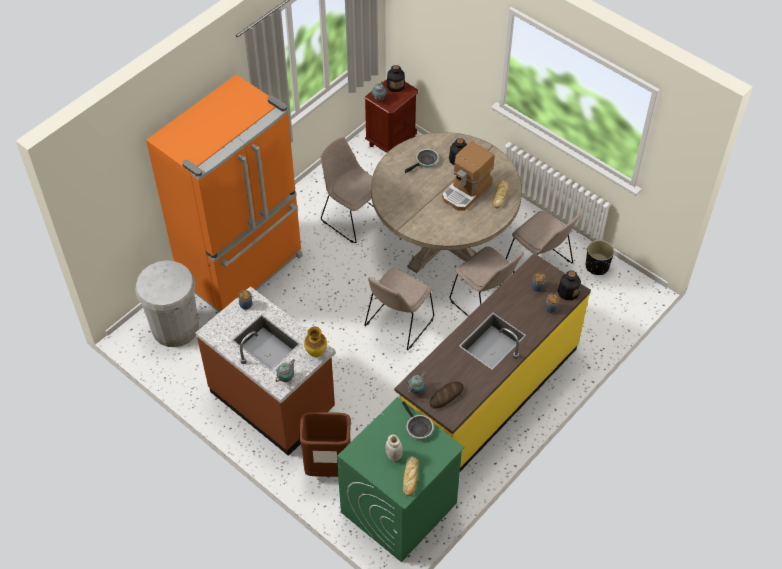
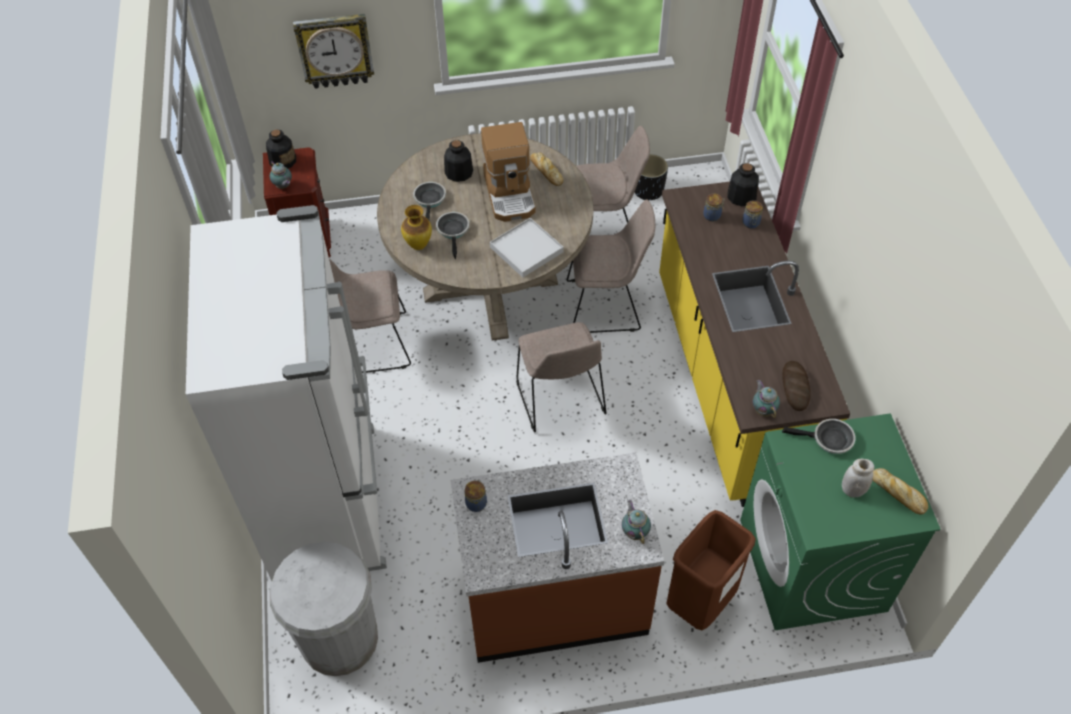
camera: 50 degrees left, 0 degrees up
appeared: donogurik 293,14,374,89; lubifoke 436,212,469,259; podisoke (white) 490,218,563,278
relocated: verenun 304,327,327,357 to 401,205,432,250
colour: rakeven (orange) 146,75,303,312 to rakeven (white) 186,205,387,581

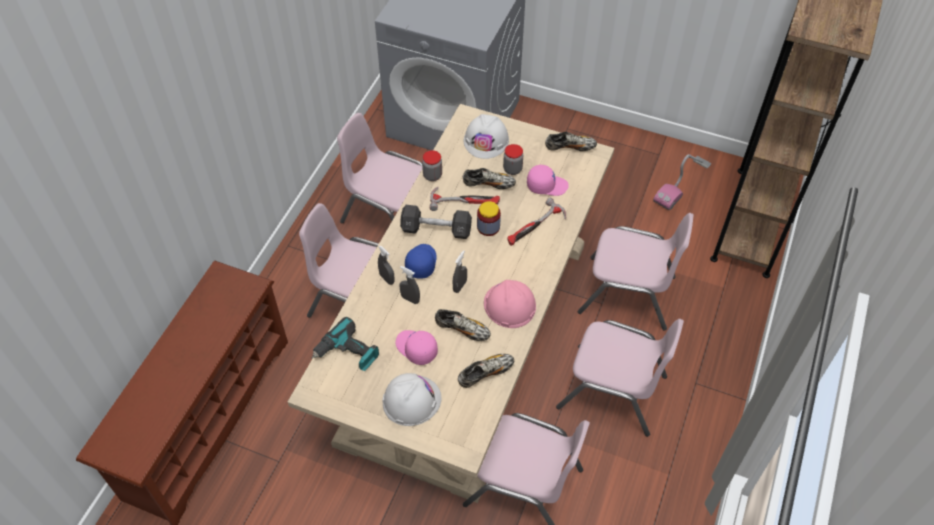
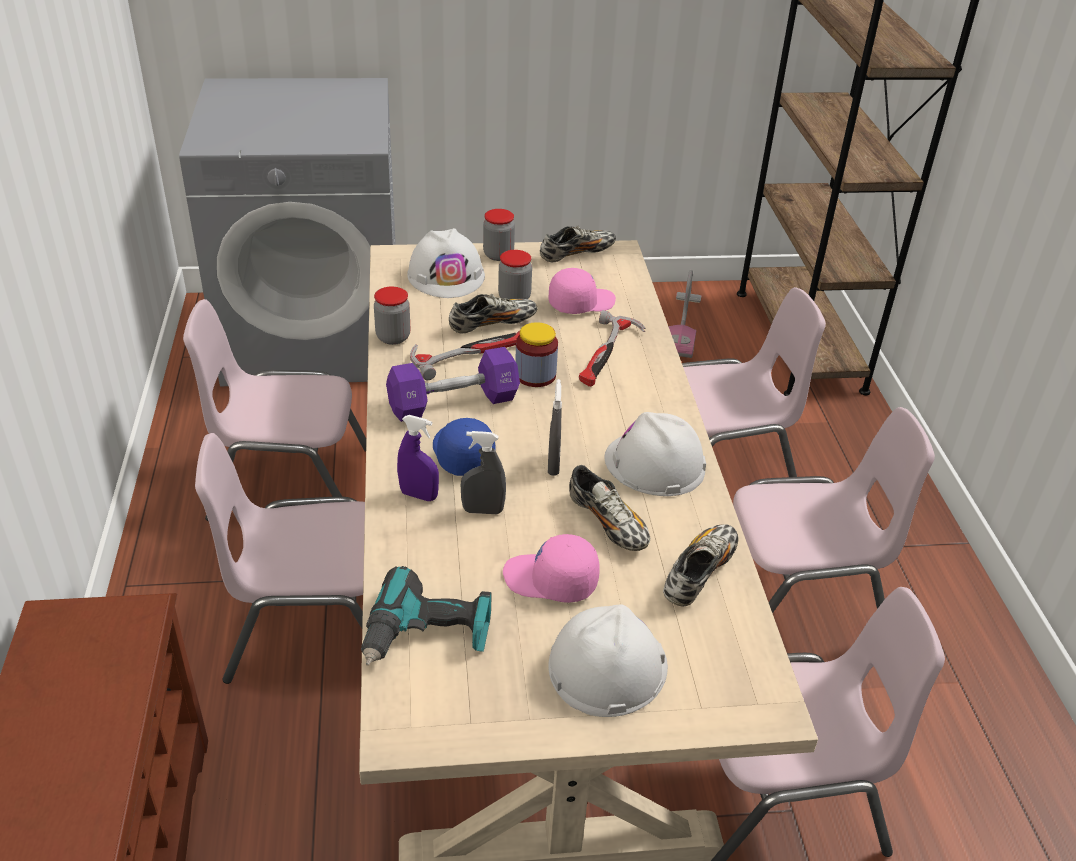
camera: 30 degrees left, 15 degrees down
appeared: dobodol 483,209,515,261
colour: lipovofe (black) 400,205,472,239 to lipovofe (purple) 386,347,520,422; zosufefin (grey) 378,245,395,285 to zosufefin (purple) 397,415,439,501; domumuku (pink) 484,280,536,328 to domumuku (white) 604,412,706,496
spun: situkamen 435,309,491,341 = 569,465,650,551 60 degrees clockwise

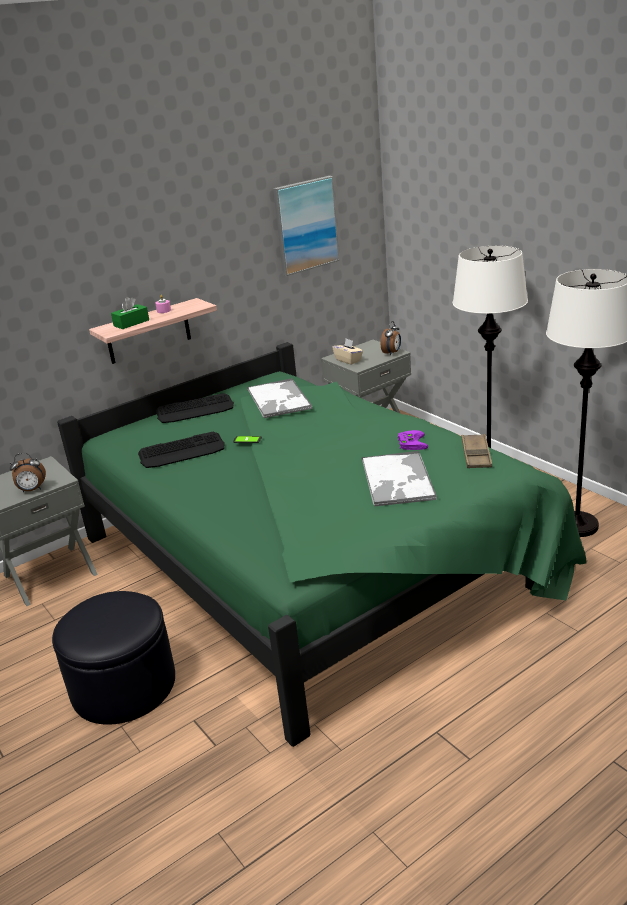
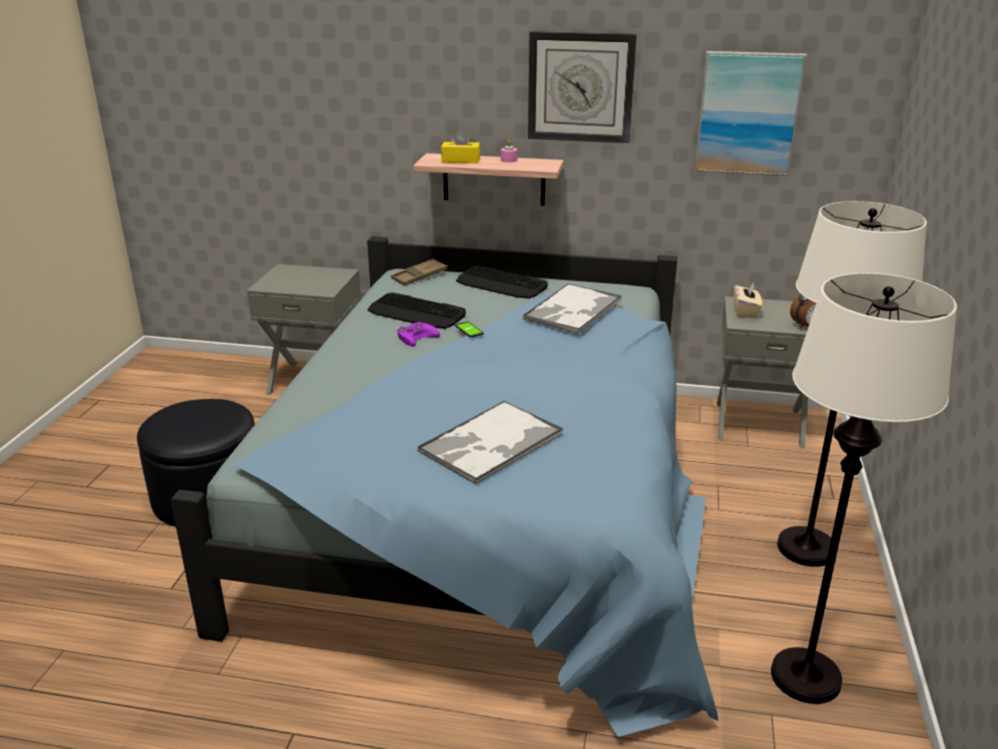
camera: 45 degrees right, 0 degrees up
missing: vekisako 10,453,46,492
appeared: donogurik 528,31,637,143
relocated: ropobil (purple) 398,430,428,450 to 397,322,440,346; podisoke (brown) 462,434,492,468 to 391,259,447,285
colour: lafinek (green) 111,297,149,329 to lafinek (yellow) 441,129,480,163; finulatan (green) 57,342,586,747 to finulatan (blue) 170,236,718,737

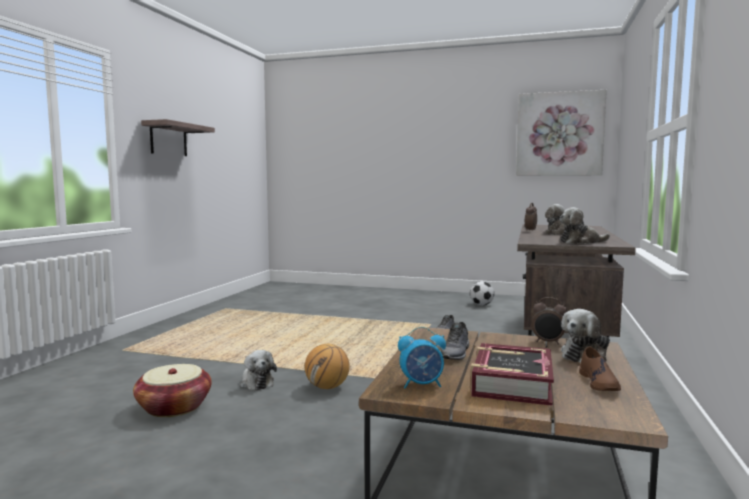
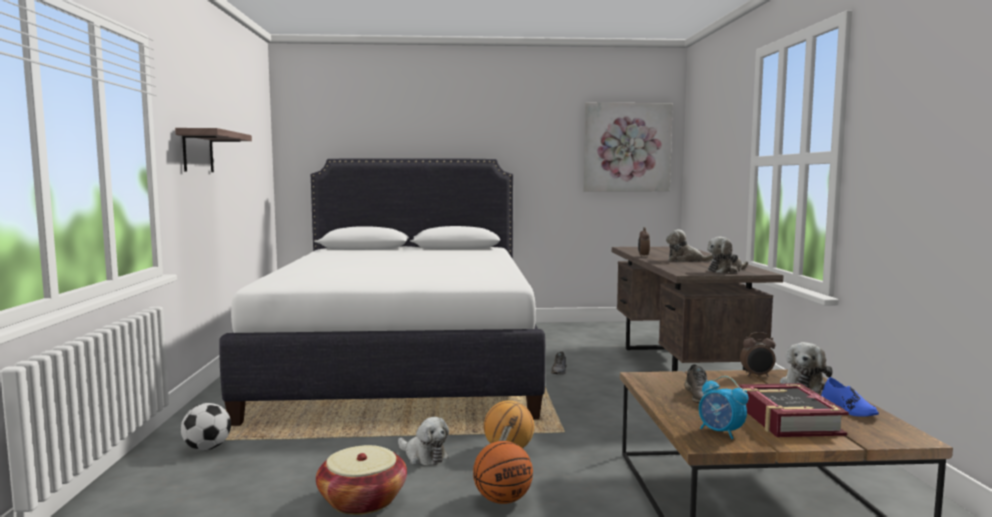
camera: 20 degrees left, 0 degrees up
appeared: finulatan (white) 219,158,546,426; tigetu 473,441,533,504
relocated: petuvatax 470,281,494,306 to 181,403,231,450
colour: situkamen (brown) 579,346,621,391 to situkamen (blue) 821,377,879,417
spun: vekisako 398,327,446,388 = 699,376,748,439 75 degrees clockwise

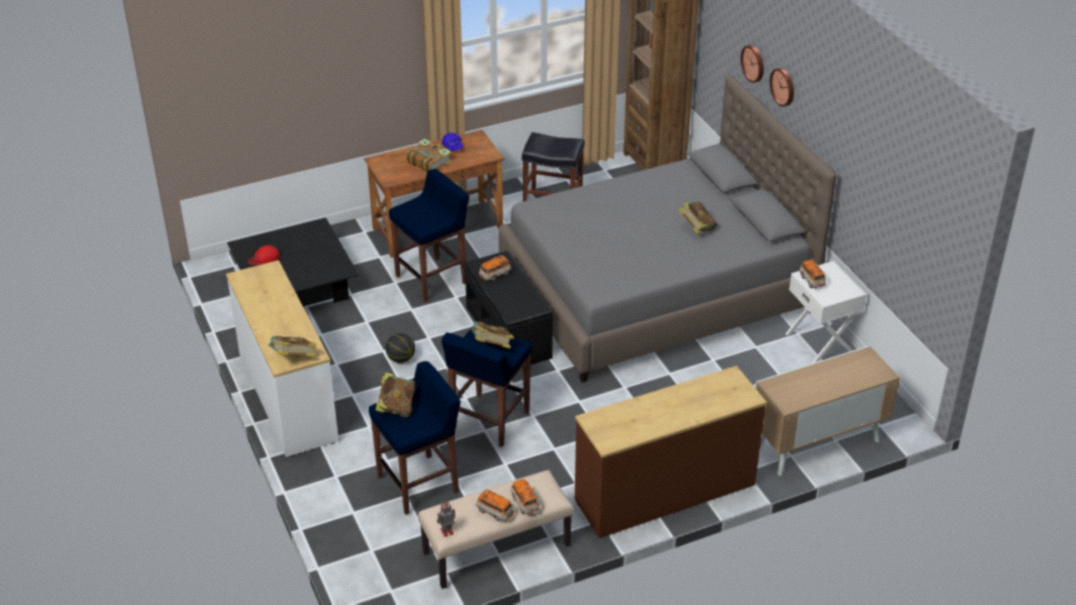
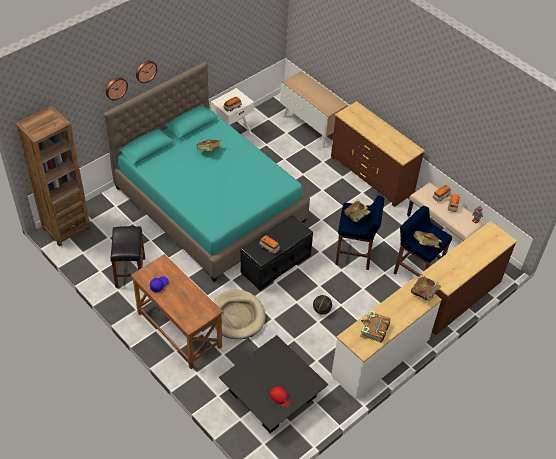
camera: 110 degrees left, 10 degrees up
appeared: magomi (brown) 421,221,517,335
relocated: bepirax 406,139,451,172 to 360,310,390,343
exchanged: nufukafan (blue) 389,169,469,302 to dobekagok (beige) 213,290,265,339
colour: finulatan (grey) 499,75,836,383 to finulatan (turquoise) 104,61,310,282

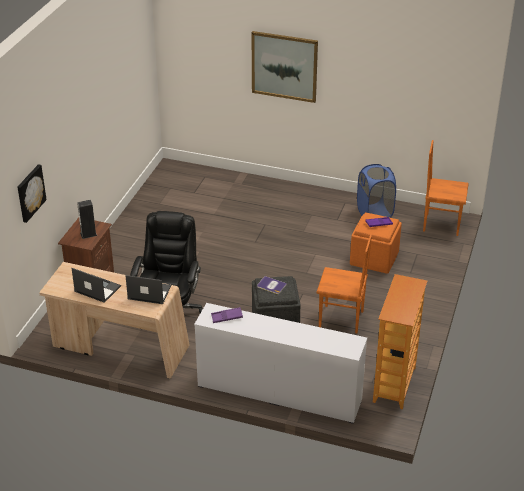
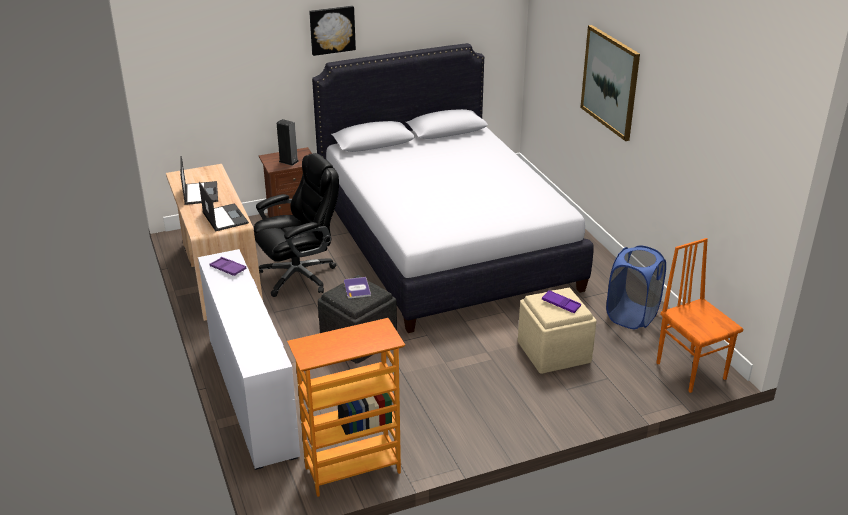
camera: 50 degrees right, 5 degrees down
missing: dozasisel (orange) 317,234,372,333
appeared: finulatan (white) 312,43,594,333
relocated: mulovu 17,164,47,223 to 309,6,356,56
colour: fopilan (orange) 350,212,402,274 to fopilan (beige) 518,287,597,374

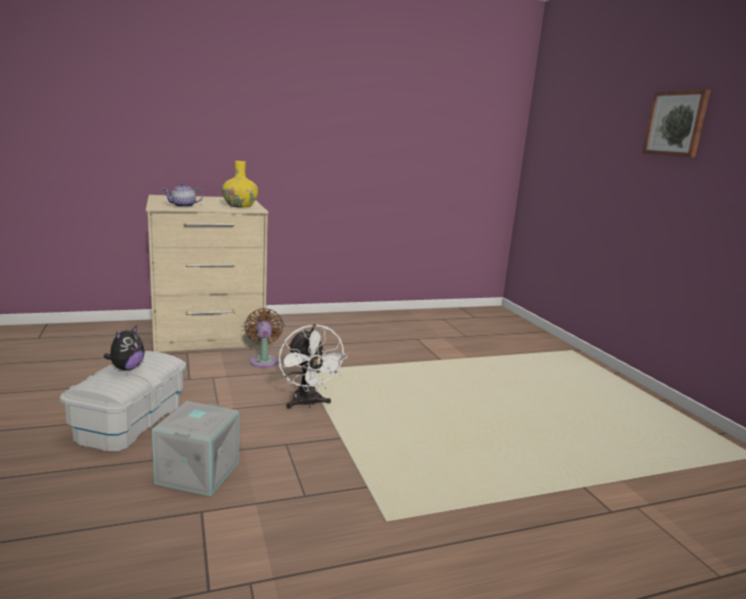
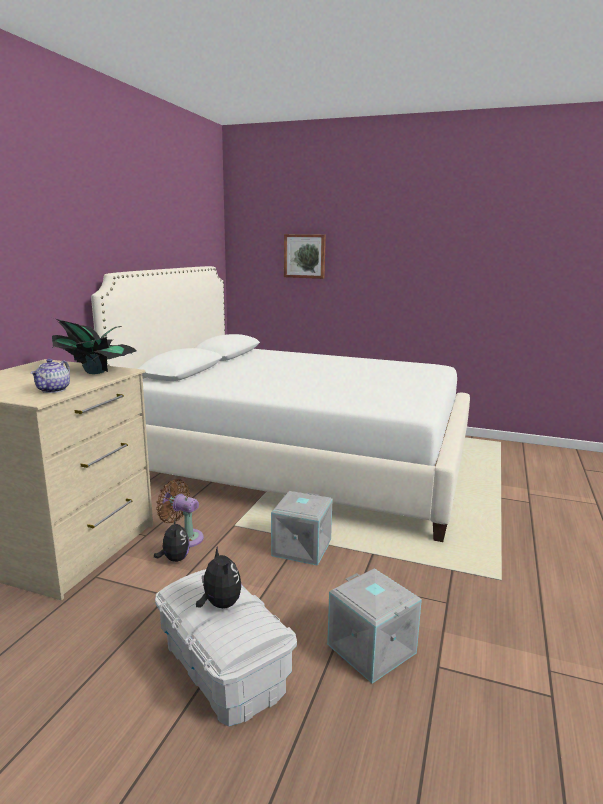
camera: 50 degrees left, 0 degrees up
appeared: finulatan (white) 91,266,470,542; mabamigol 154,517,190,562
relocated: mulovu 642,89,711,158 to 284,234,326,279
exchanged: verenun (yellow) 222,161,258,208 to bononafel 52,319,136,374; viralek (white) 278,324,348,409 to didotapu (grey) 271,491,333,566

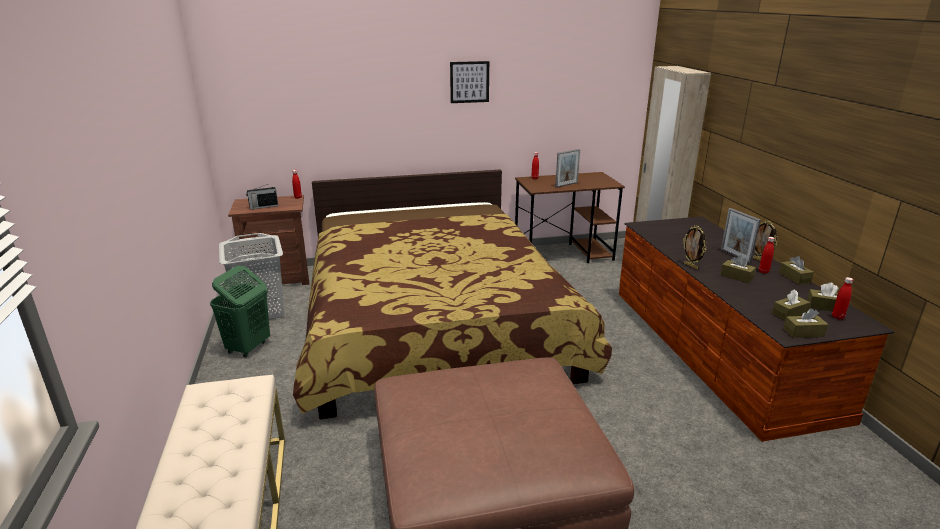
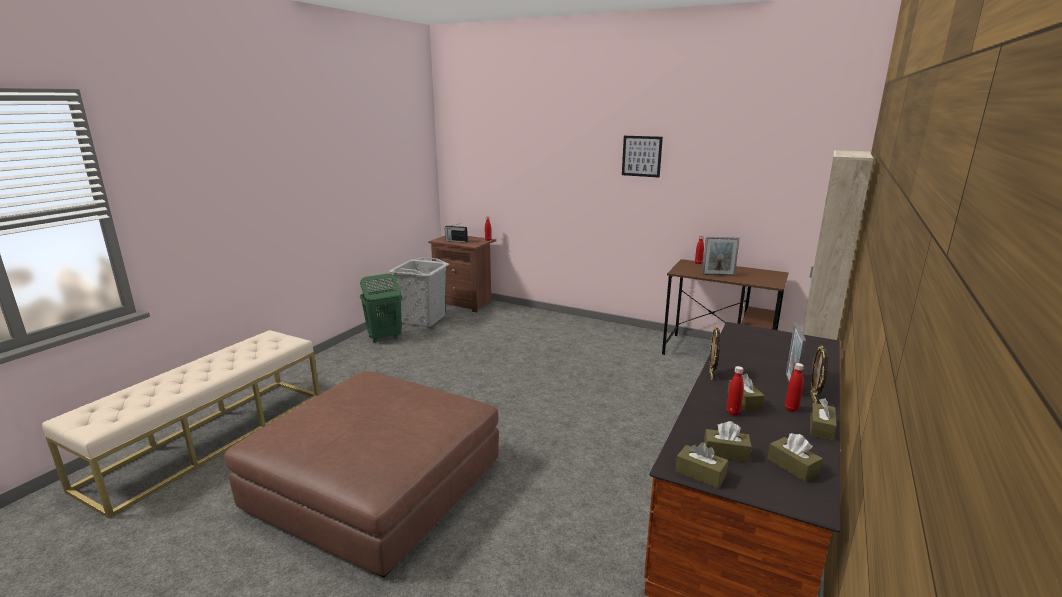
camera: 40 degrees right, 5 degrees down
missing: finulatan 293,170,612,419
relocated: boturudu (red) 832,277,853,320 to 726,366,744,416

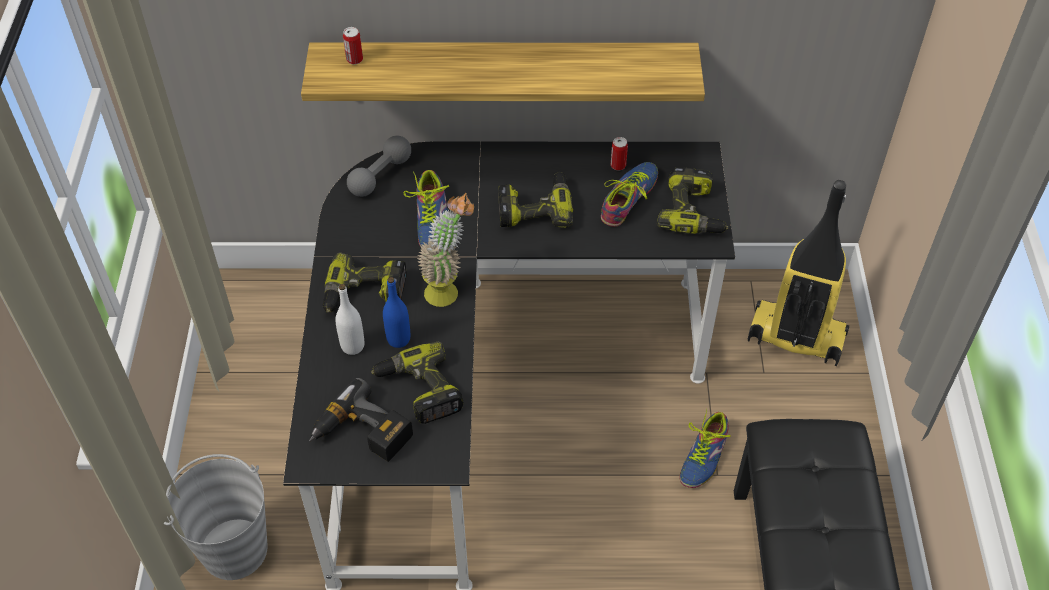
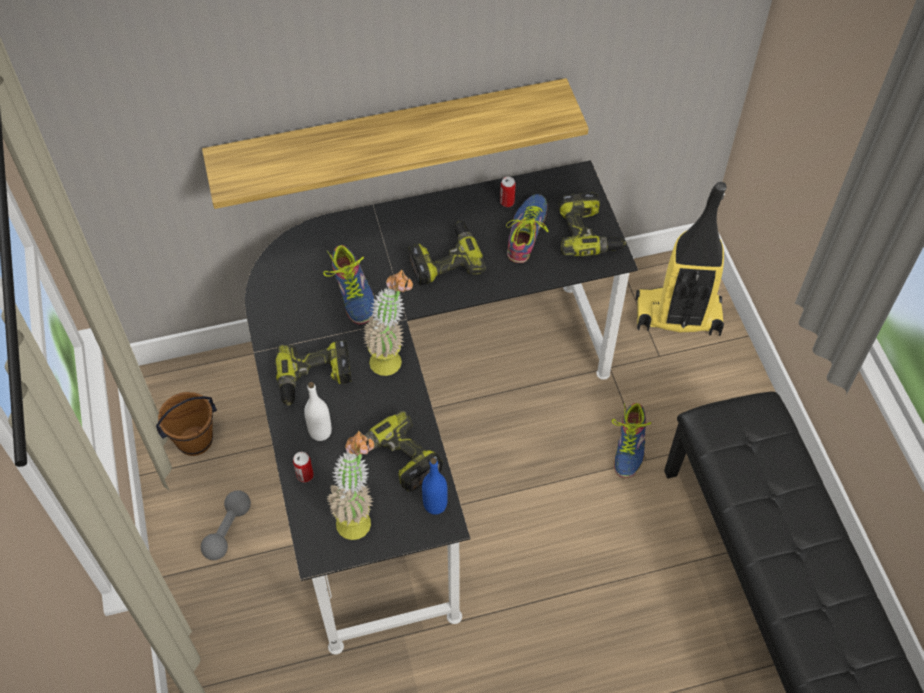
camera: 15 degrees left, 5 degrees up
missing: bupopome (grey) 164,454,268,580
appeared: bupopome (brown) 156,392,217,456
relocated: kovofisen 343,27,363,64 to 293,452,314,483; lipovofe (grey) 347,136,411,197 to 201,490,251,560; boturudu (blue) 383,277,410,348 to 422,458,448,515
exchanged: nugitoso 309,378,413,462 to bononafel 326,431,374,540

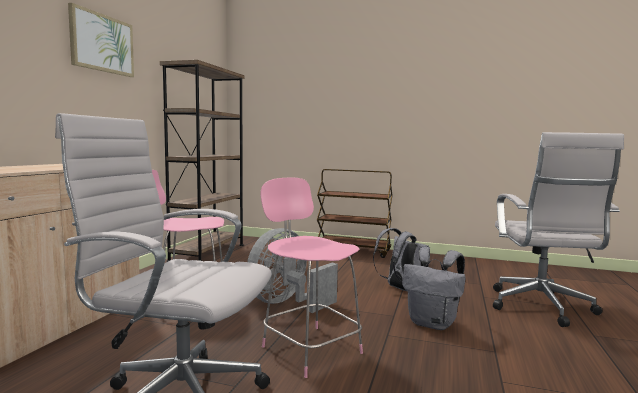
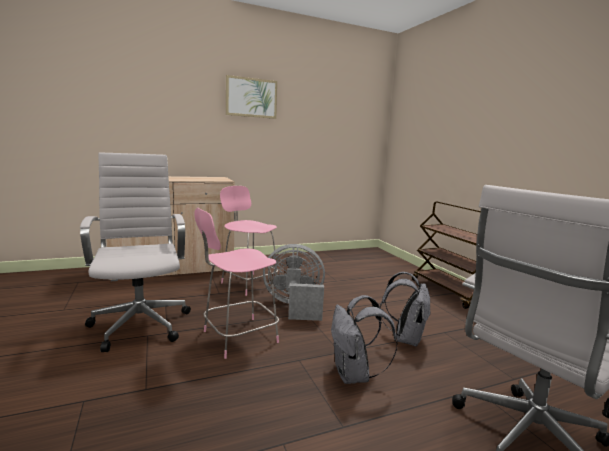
camera: 50 degrees right, 5 degrees up
missing: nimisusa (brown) 160,60,244,262
spun: dozasisel (pink) 261,177,363,378 = 194,208,279,359 135 degrees counterclockwise

